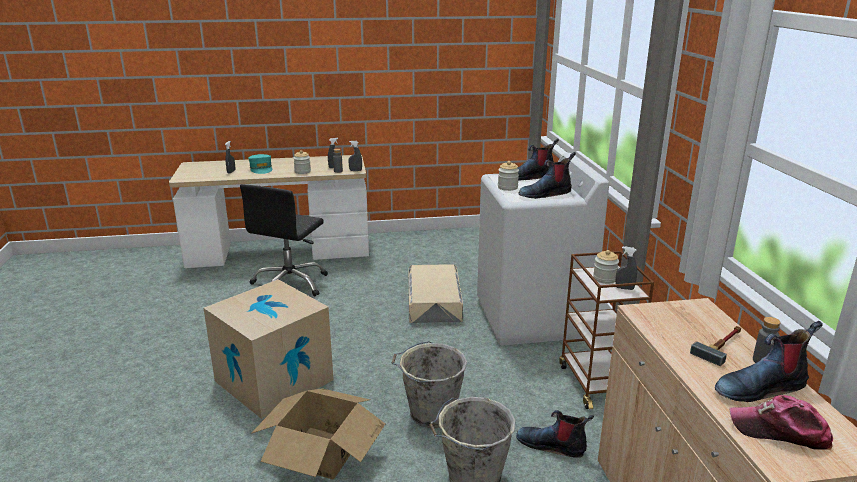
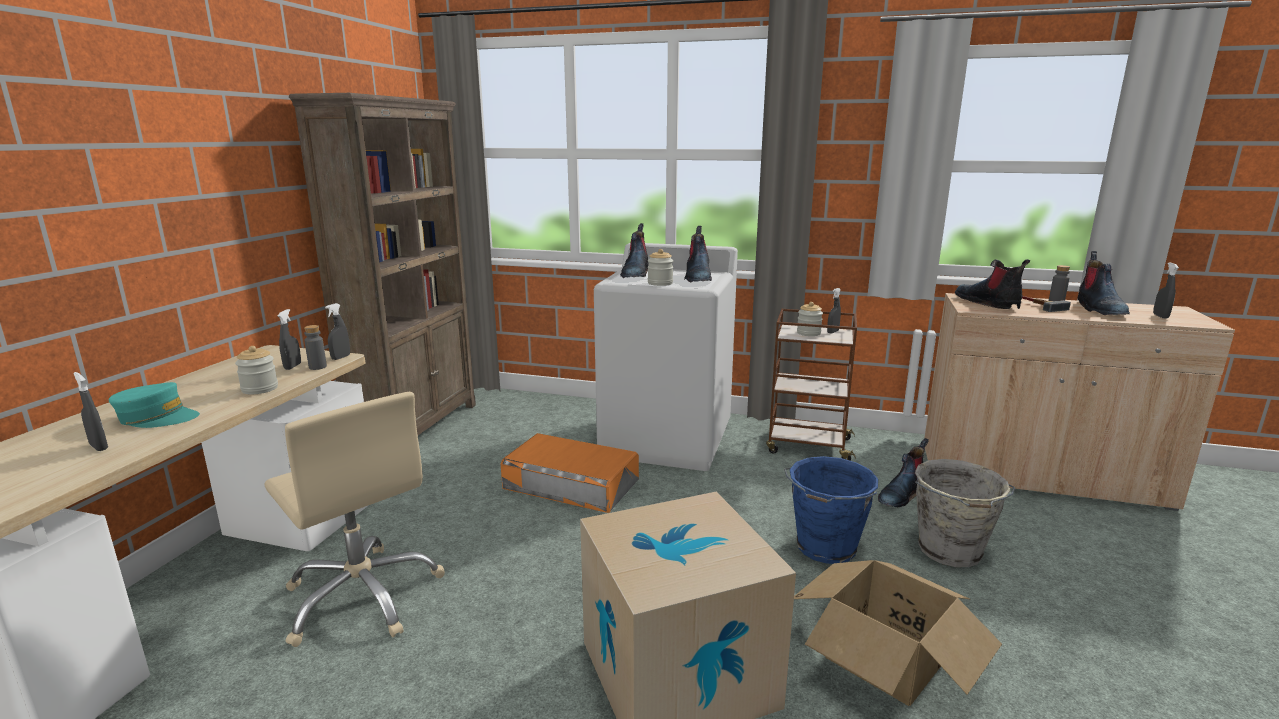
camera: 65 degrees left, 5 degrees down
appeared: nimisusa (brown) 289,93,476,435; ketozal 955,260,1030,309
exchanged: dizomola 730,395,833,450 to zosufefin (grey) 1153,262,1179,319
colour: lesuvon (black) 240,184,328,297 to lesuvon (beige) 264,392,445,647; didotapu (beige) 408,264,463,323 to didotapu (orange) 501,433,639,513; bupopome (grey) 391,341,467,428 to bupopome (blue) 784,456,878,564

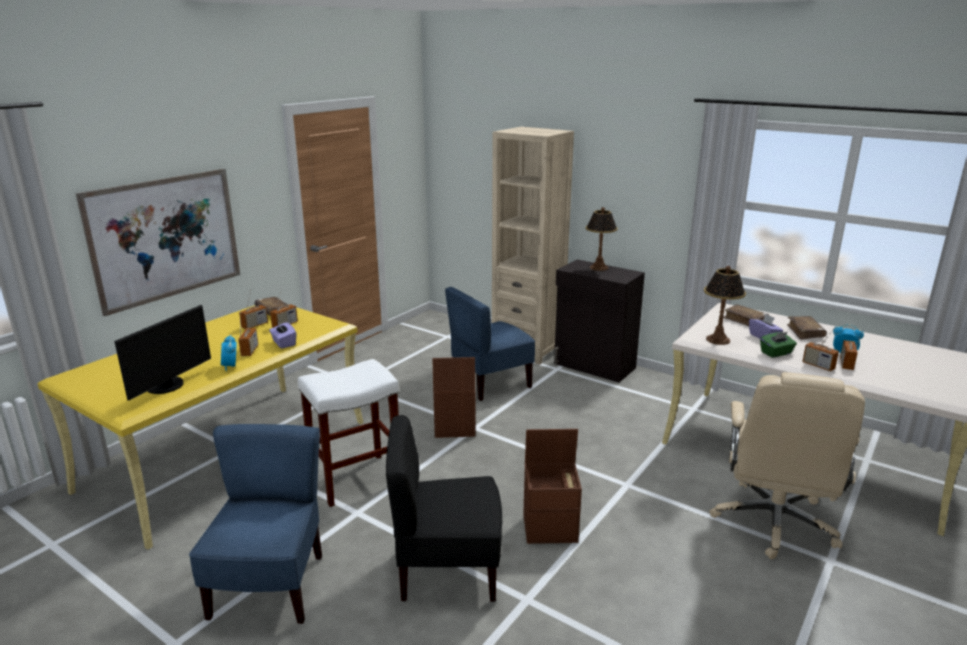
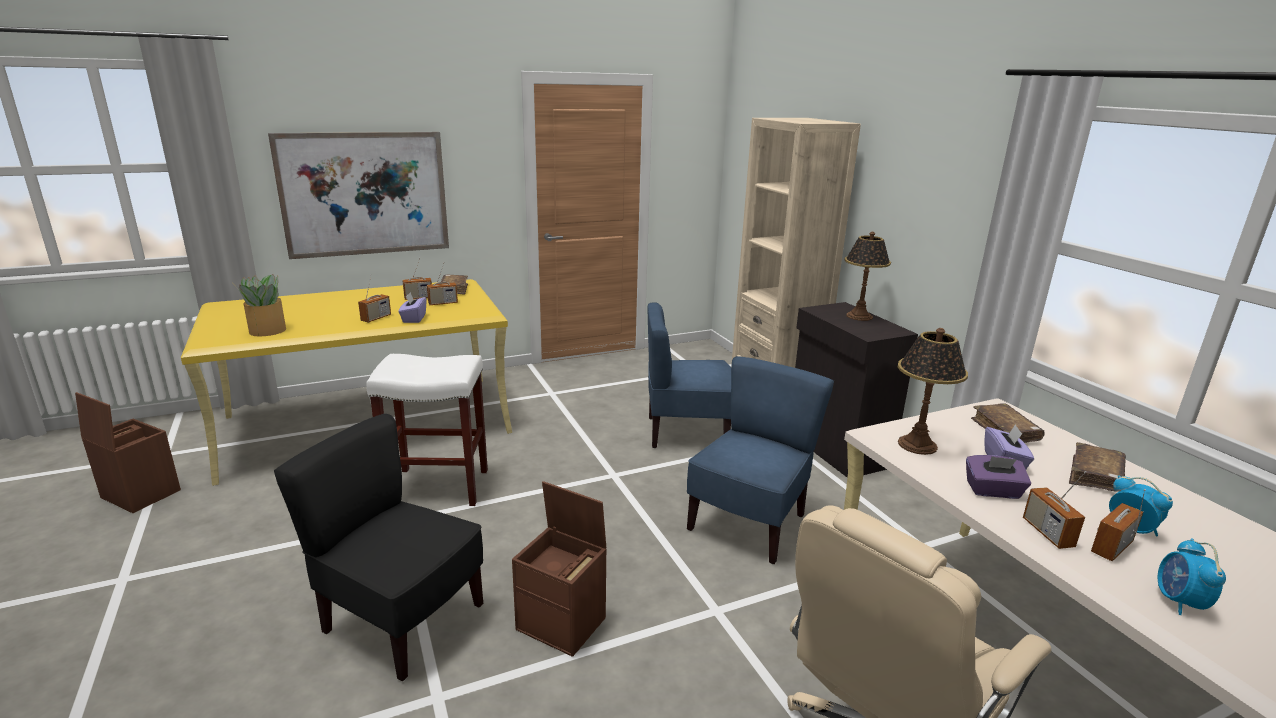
camera: 30 degrees right, 0 degrees up
relocated: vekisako 221,335,236,371 to 1158,538,1226,615; didotapu (brown) 432,357,476,438 to 75,392,181,513; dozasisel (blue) 189,424,322,624 to 687,356,834,564
exchanged: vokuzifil 114,305,211,401 to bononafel 239,274,286,336
colour: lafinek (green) 760,332,797,358 to lafinek (purple) 966,455,1031,499

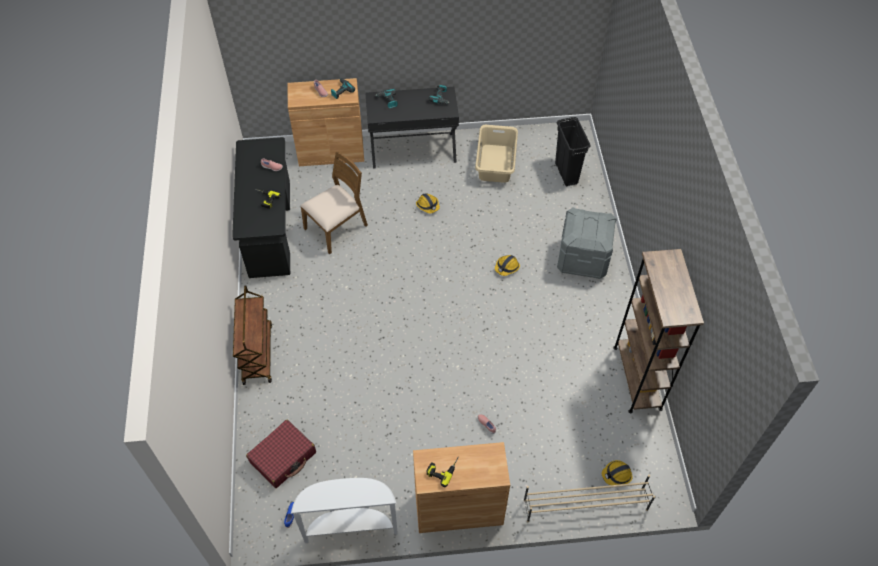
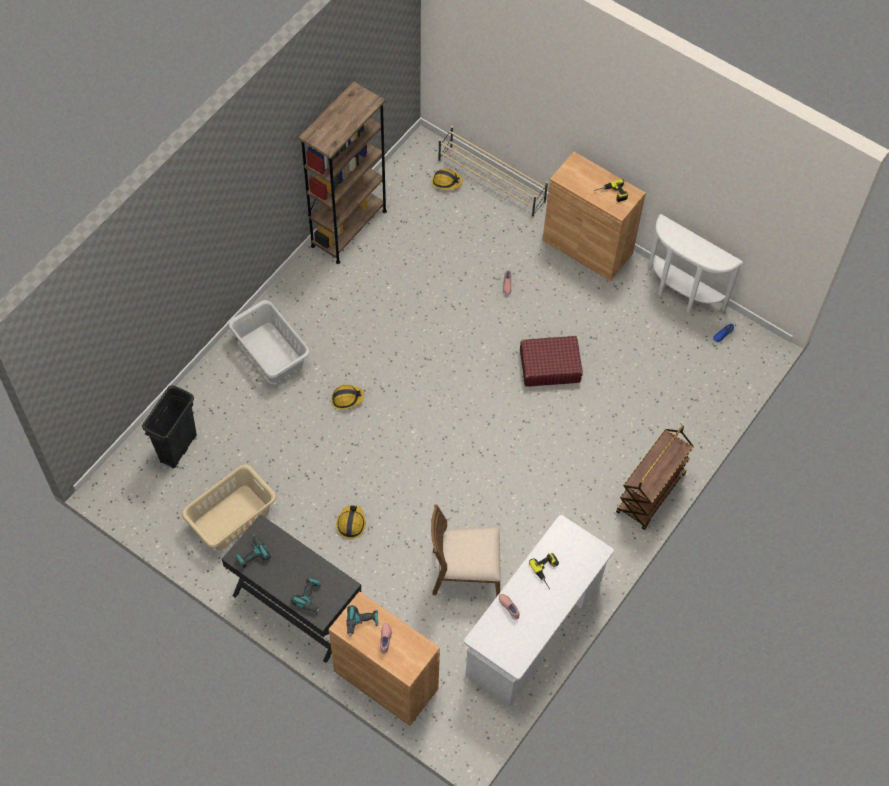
camera: 140 degrees left, 5 degrees up
relocated: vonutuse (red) 246,420,316,488 to 520,336,583,387
exchanged: didotapu (grey) 557,207,617,279 to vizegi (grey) 228,300,310,383
colour: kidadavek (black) 232,137,290,278 to kidadavek (white) 464,515,614,706

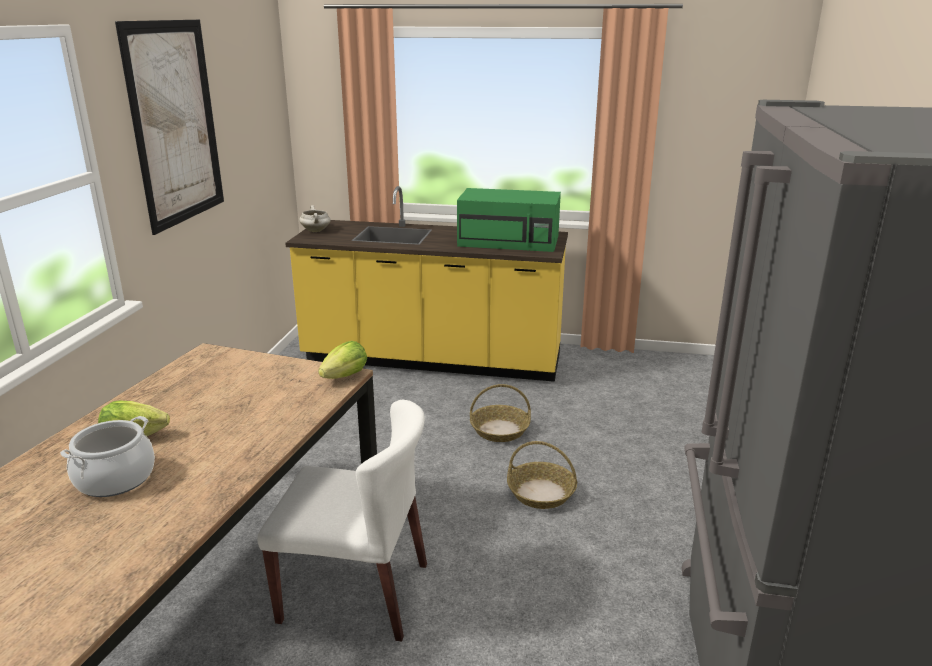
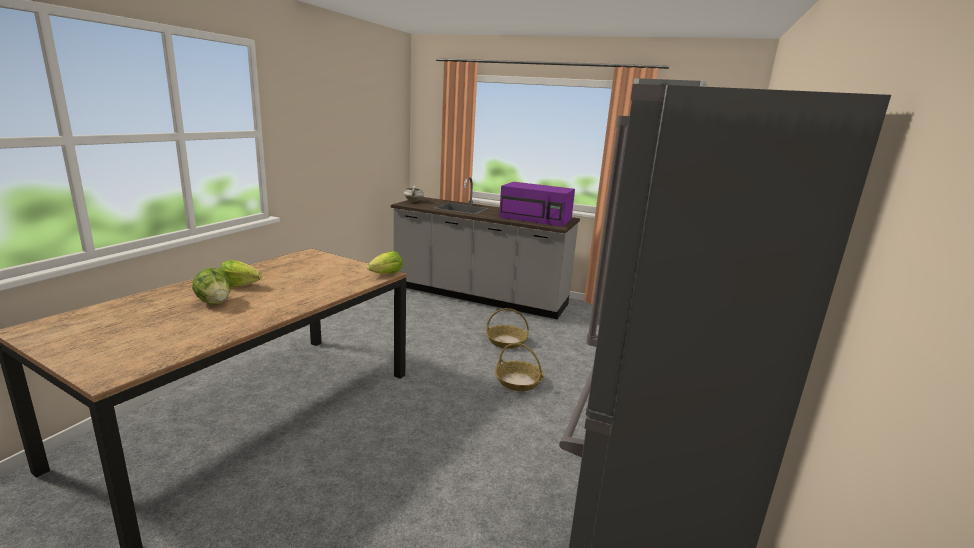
camera: 10 degrees right, 5 degrees down
missing: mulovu 115,20,224,235; dozasisel (white) 258,400,427,642
exchanged: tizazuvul 60,416,155,497 to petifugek 192,268,231,305
colour: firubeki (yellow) 285,186,568,382 to firubeki (grey) 391,177,580,319; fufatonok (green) 457,188,561,252 to fufatonok (purple) 499,182,575,226

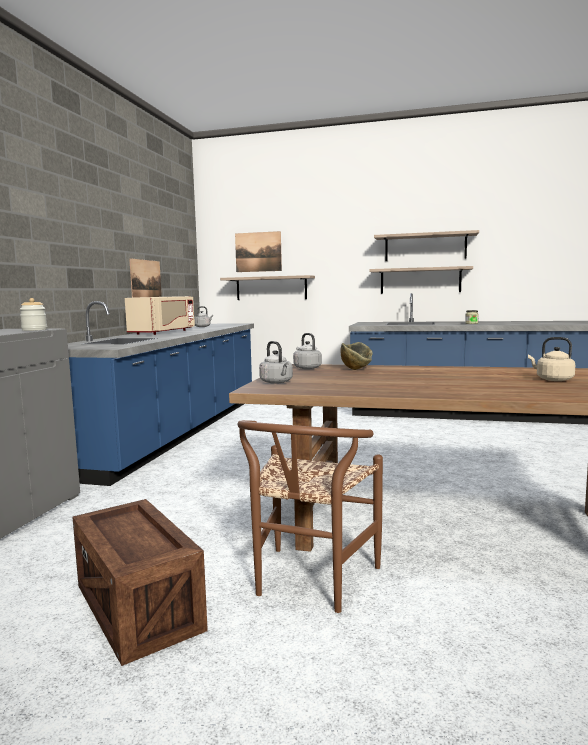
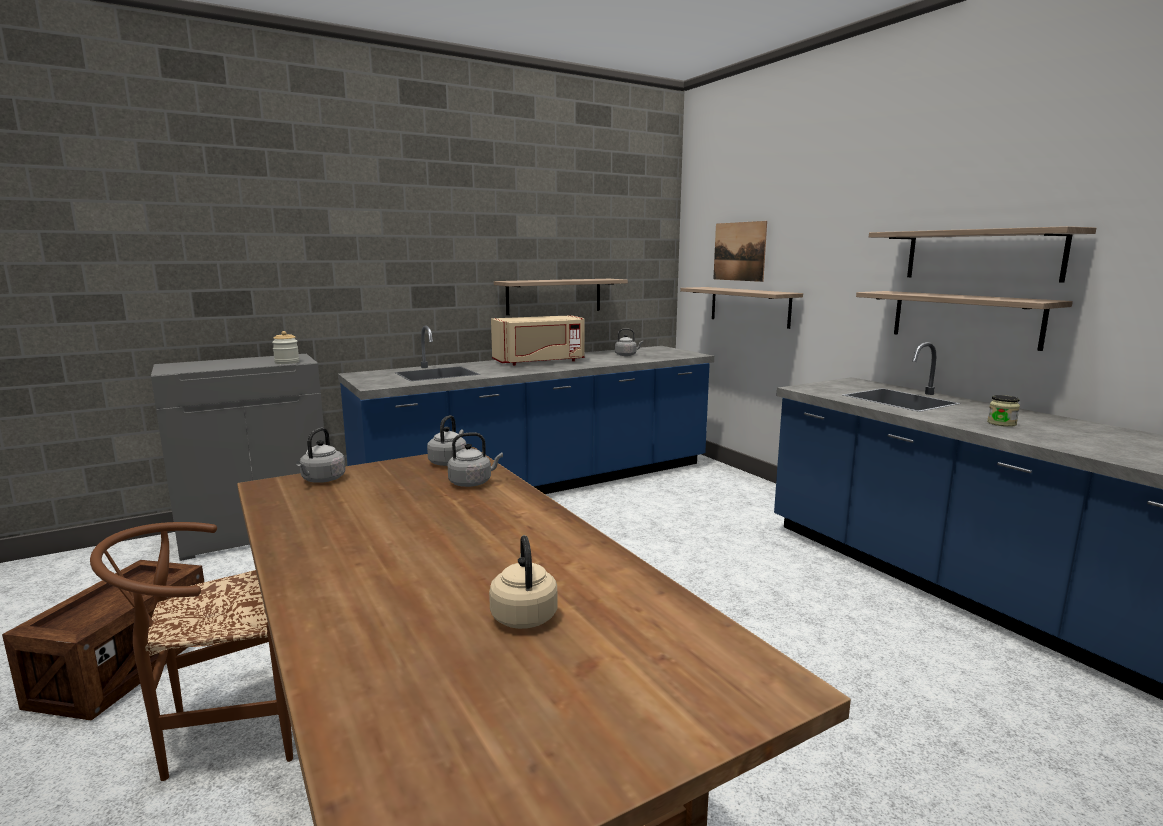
camera: 45 degrees right, 5 degrees up
exchanged: mulovu 129,258,162,298 to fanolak 494,279,628,315; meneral 340,342,373,370 to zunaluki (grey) 447,432,503,487

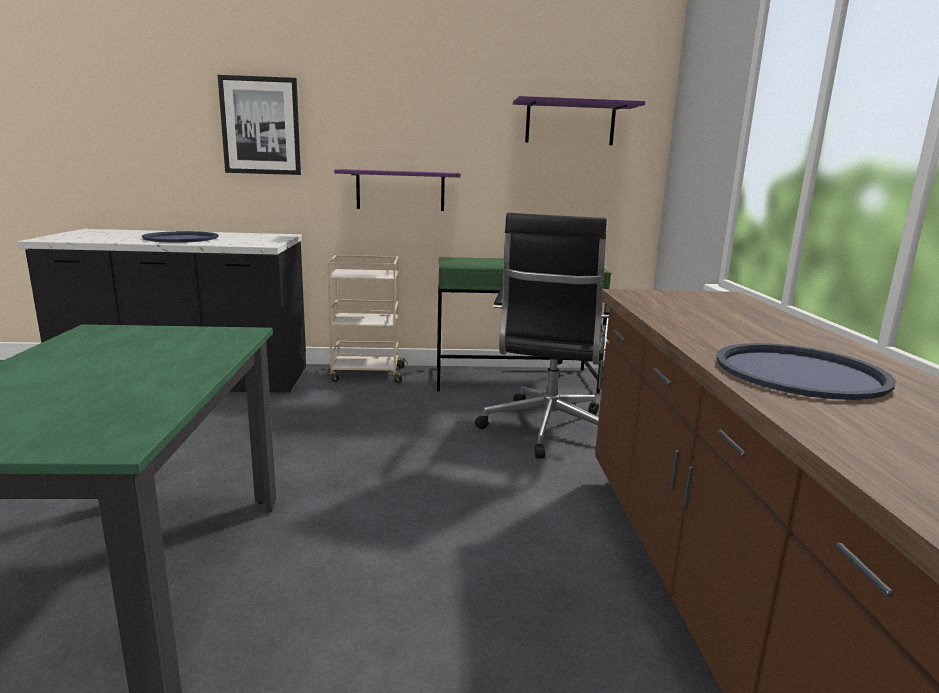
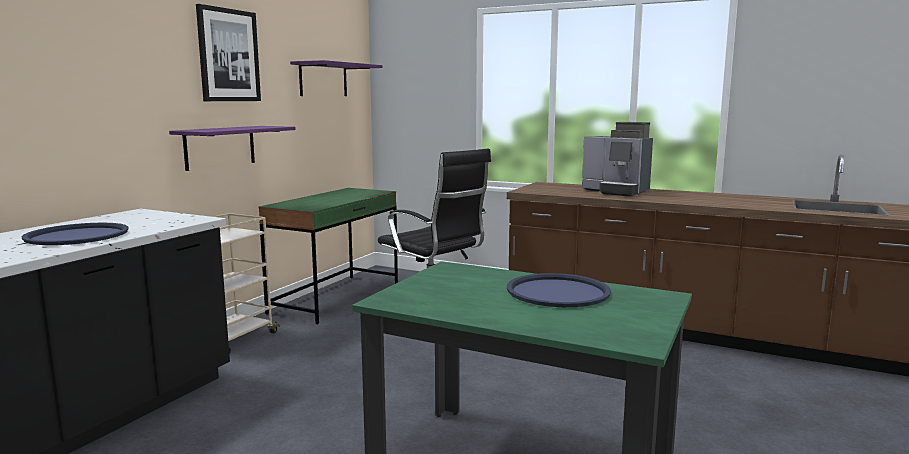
camera: 60 degrees left, 5 degrees down
appeared: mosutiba 582,122,653,197
relocated: mulovu 218,75,301,175 to 196,4,261,101; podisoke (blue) 716,343,896,400 to 507,273,611,307

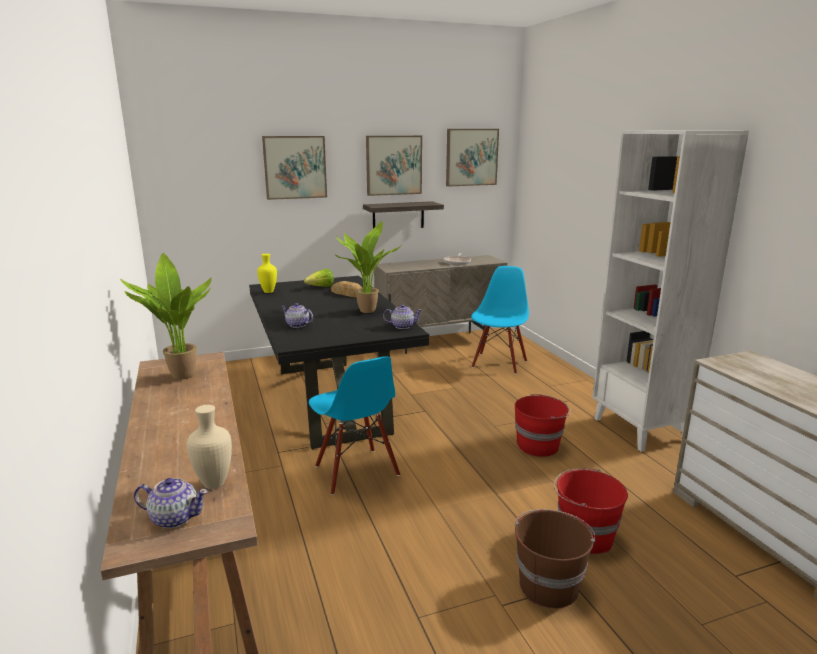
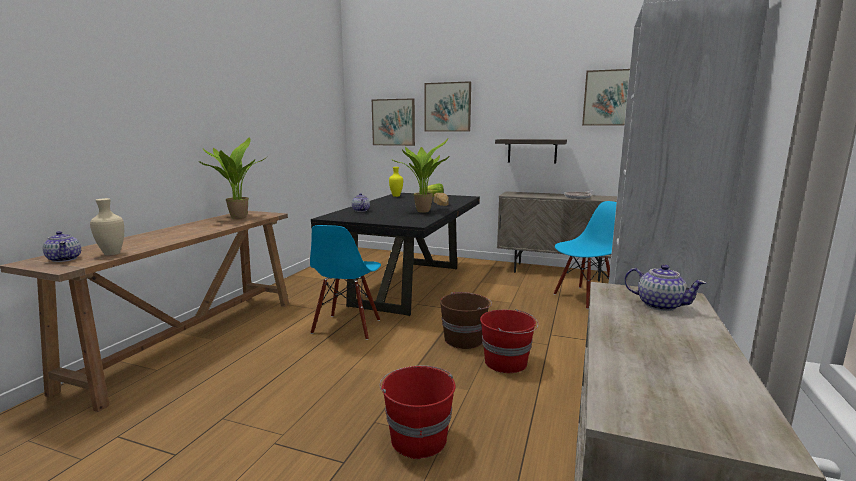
camera: 40 degrees right, 5 degrees down
relocated: mulovu 366,136,422,196 to 372,98,415,146; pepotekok 383,304,422,329 to 624,265,706,311; bupopome (brown) 515,509,595,608 to 440,292,492,349

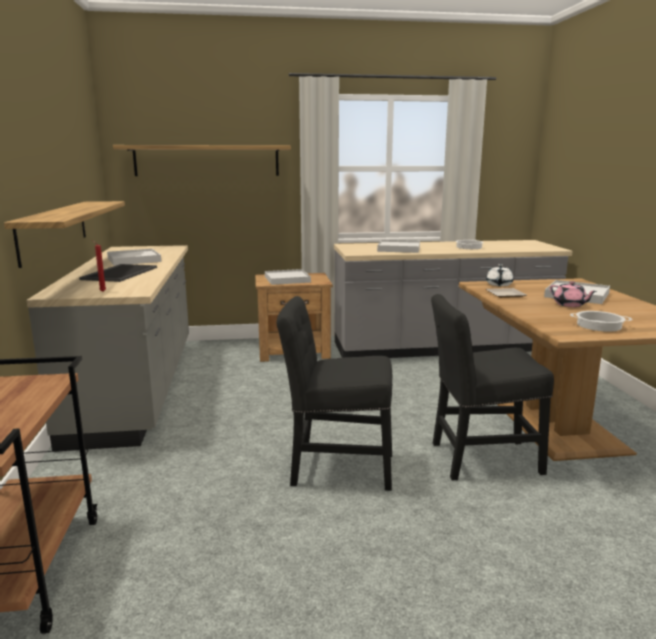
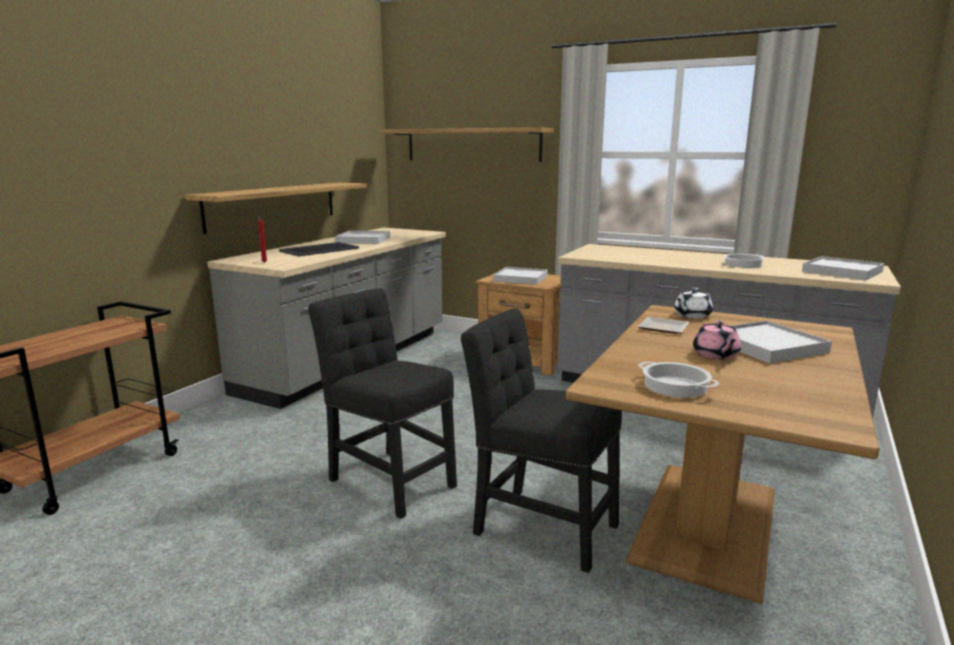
camera: 35 degrees right, 0 degrees up
relocated: podisoke (white) 377,240,420,253 to 802,256,884,280

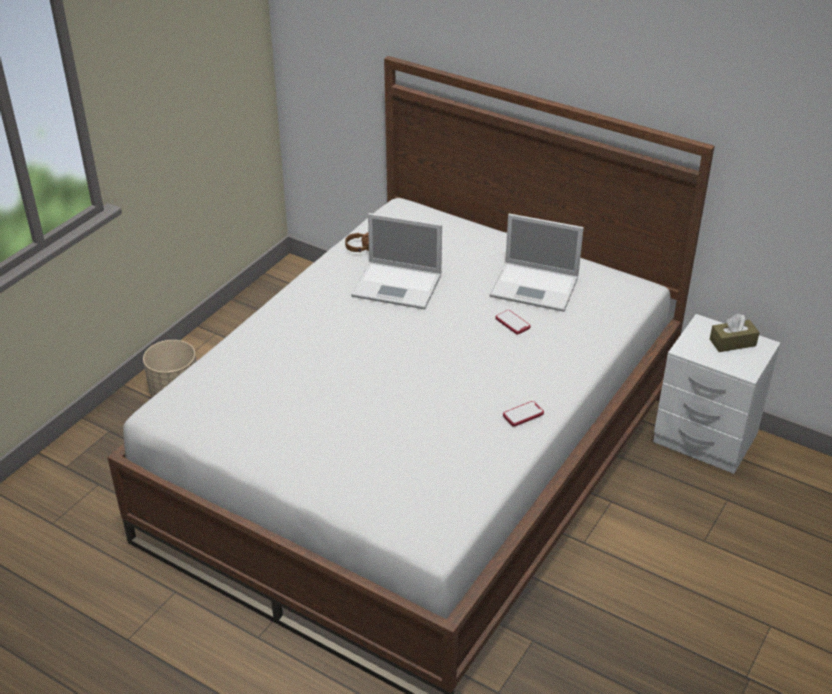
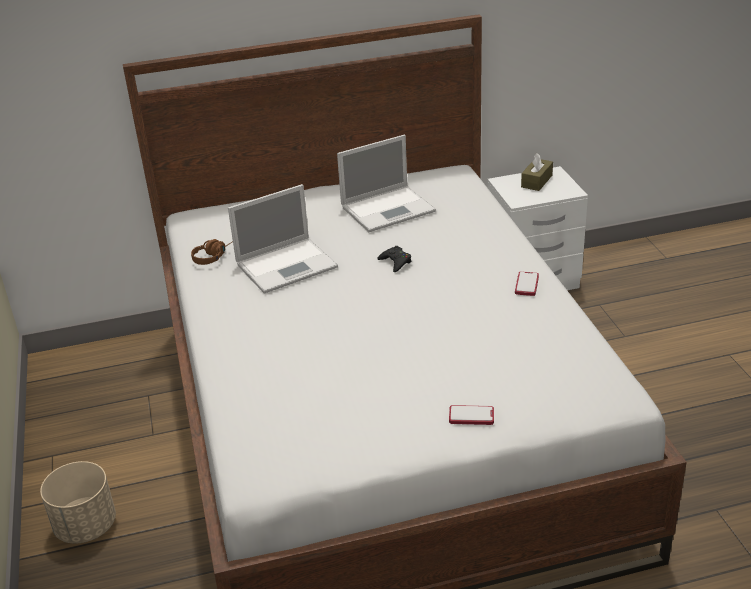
camera: 45 degrees left, 5 degrees down
appeared: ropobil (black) 377,246,412,272
relocated: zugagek 495,310,531,335 to 449,405,494,425

